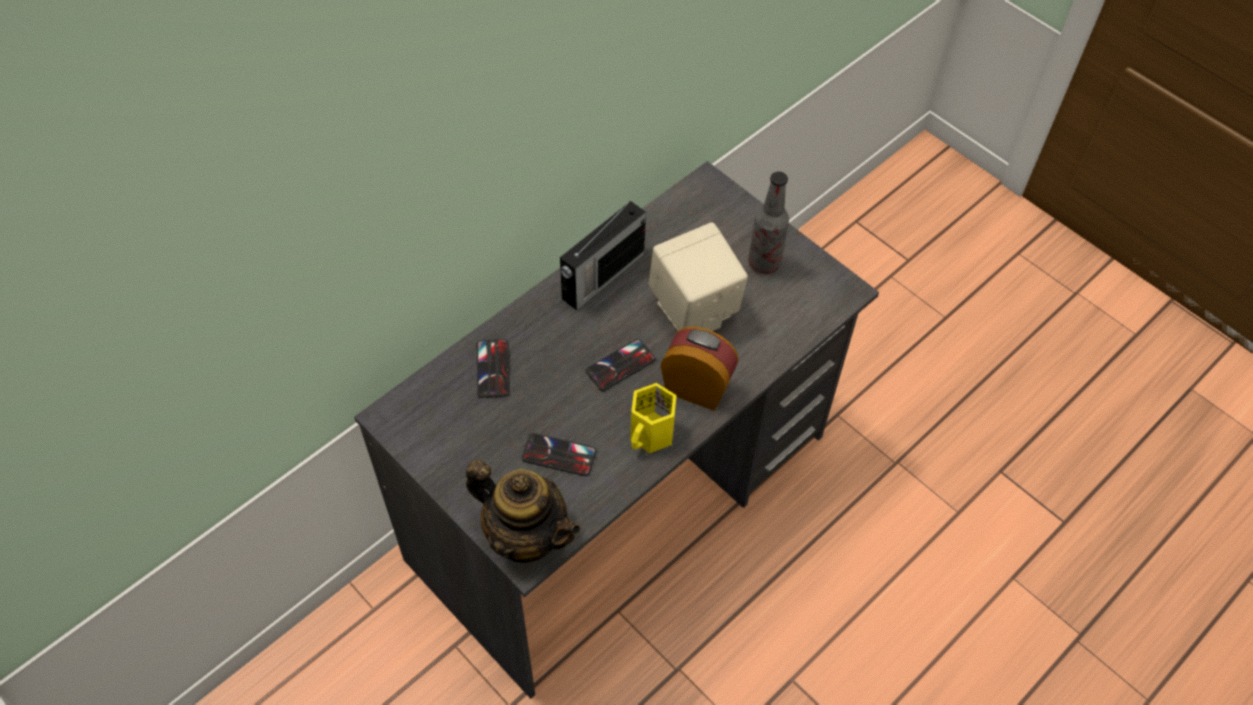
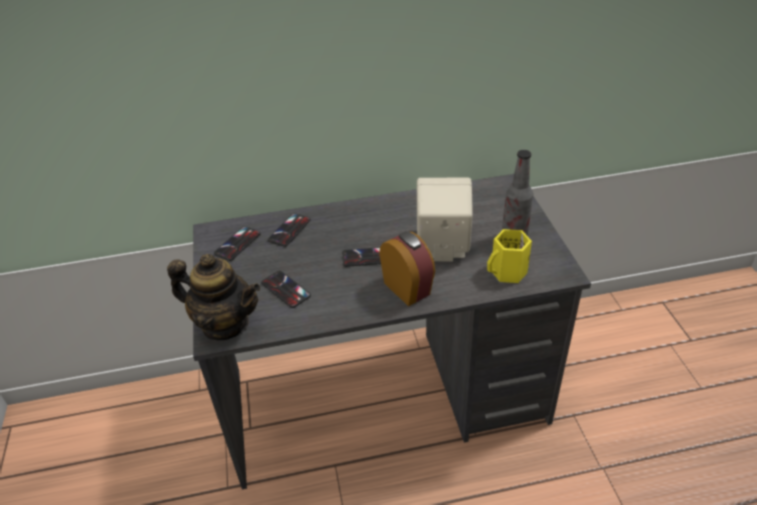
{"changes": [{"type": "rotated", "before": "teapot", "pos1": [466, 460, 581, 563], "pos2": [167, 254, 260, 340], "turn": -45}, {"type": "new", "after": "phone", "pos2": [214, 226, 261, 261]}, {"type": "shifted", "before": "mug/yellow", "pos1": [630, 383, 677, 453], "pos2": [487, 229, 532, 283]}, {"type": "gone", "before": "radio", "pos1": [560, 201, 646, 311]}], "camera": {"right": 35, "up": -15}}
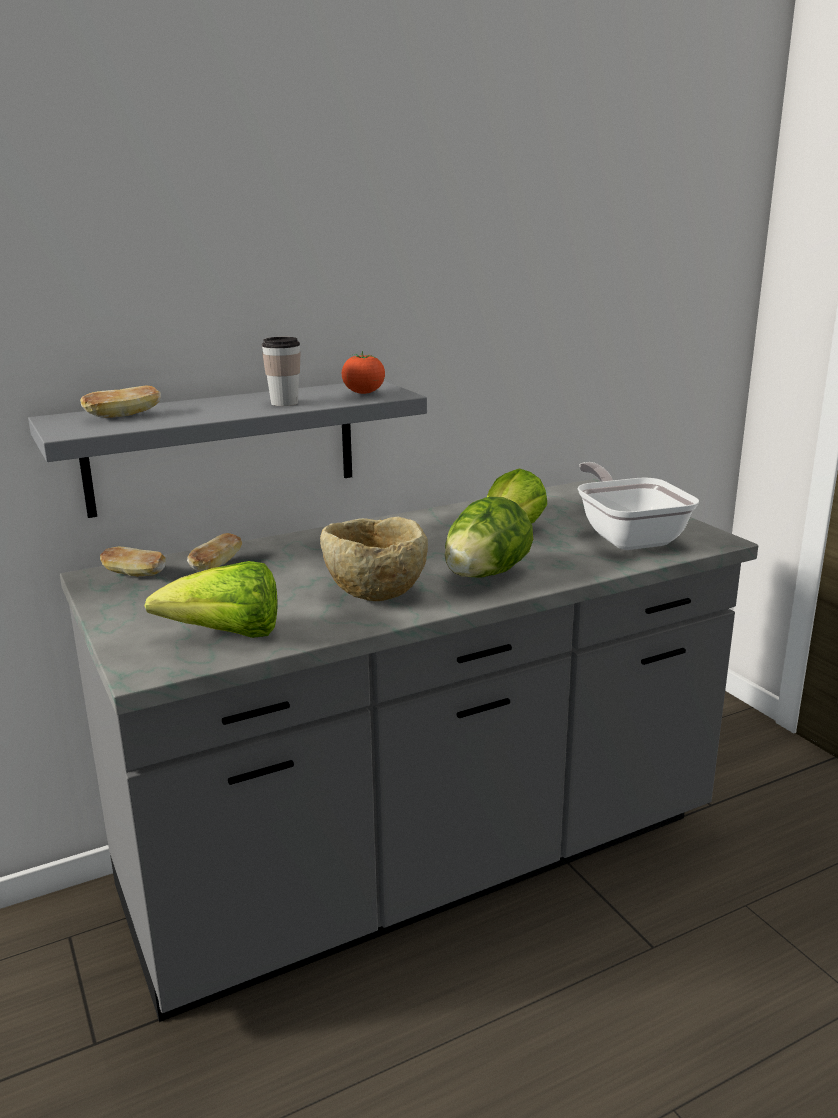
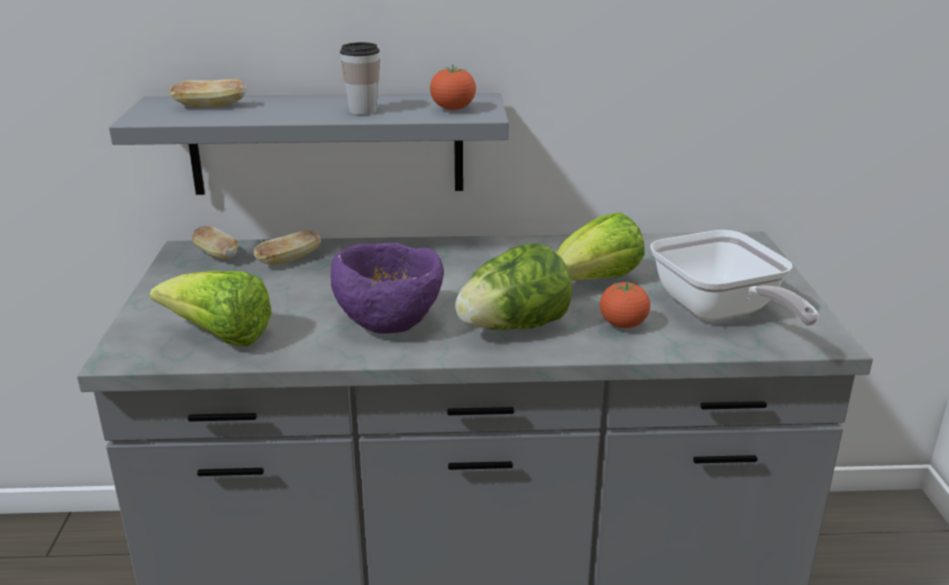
{"changes": [{"type": "repainted", "before": "bowl/beige", "after": "bowl/purple", "pos1": [320, 516, 428, 601], "pos2": [331, 243, 444, 334]}, {"type": "new", "after": "tomato", "pos2": [600, 281, 650, 328]}, {"type": "rotated", "before": "frying pan", "pos1": [577, 462, 699, 550], "pos2": [650, 230, 819, 326], "turn": 150}], "camera": {"right": 25, "up": 5}}
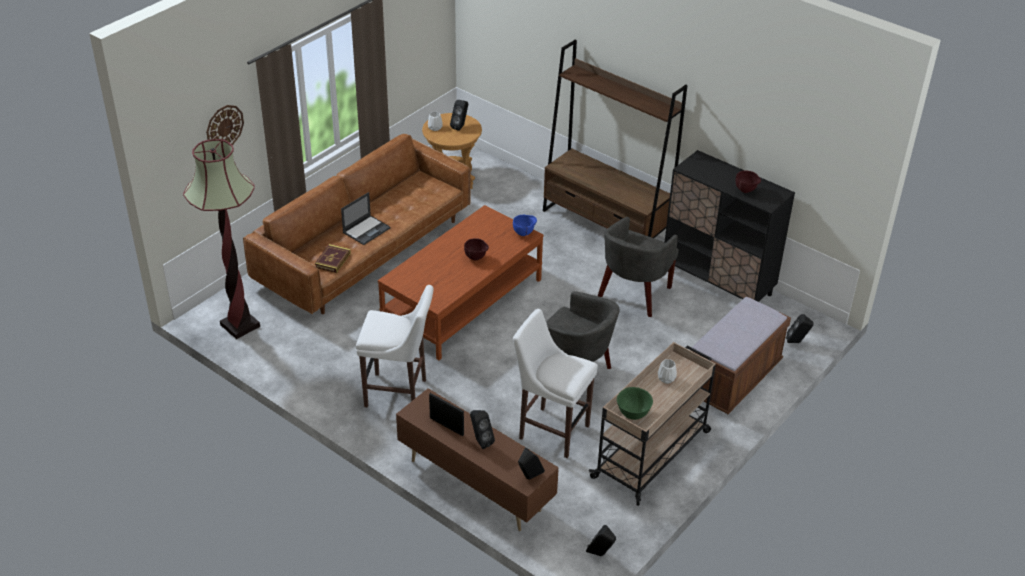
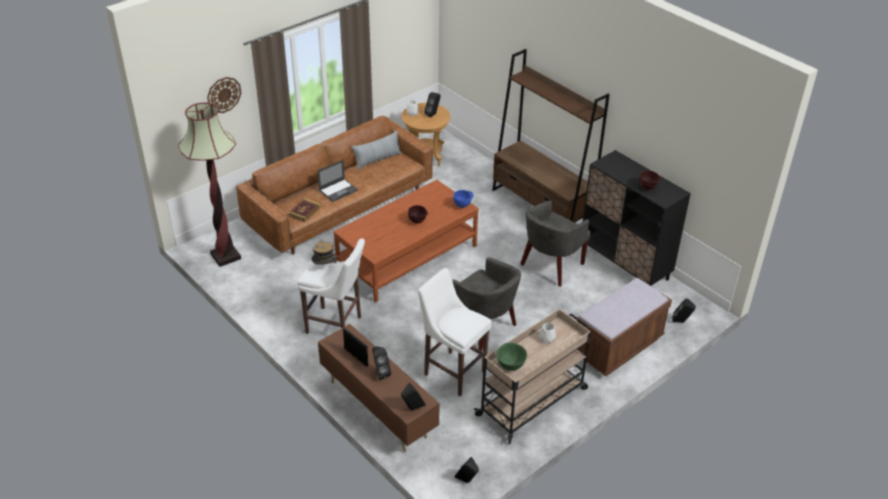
{"changes": [{"type": "new", "after": "hat", "pos2": [312, 240, 338, 265]}, {"type": "new", "after": "pillow", "pos2": [352, 131, 402, 170]}], "camera": {"right": 10, "up": 0}}
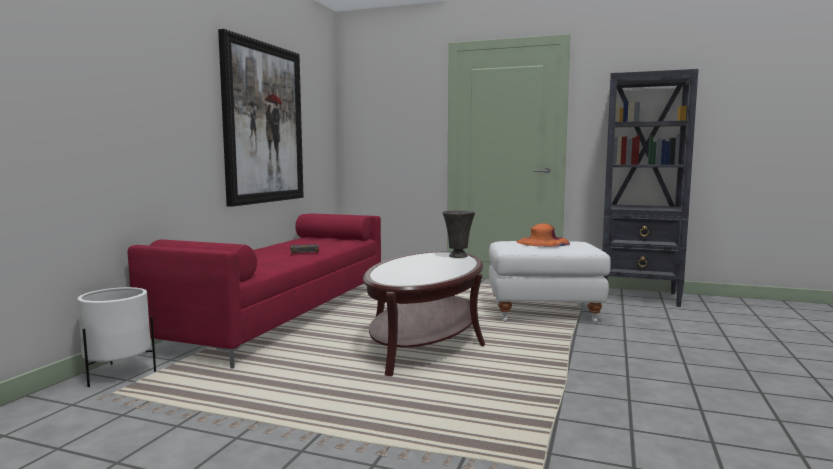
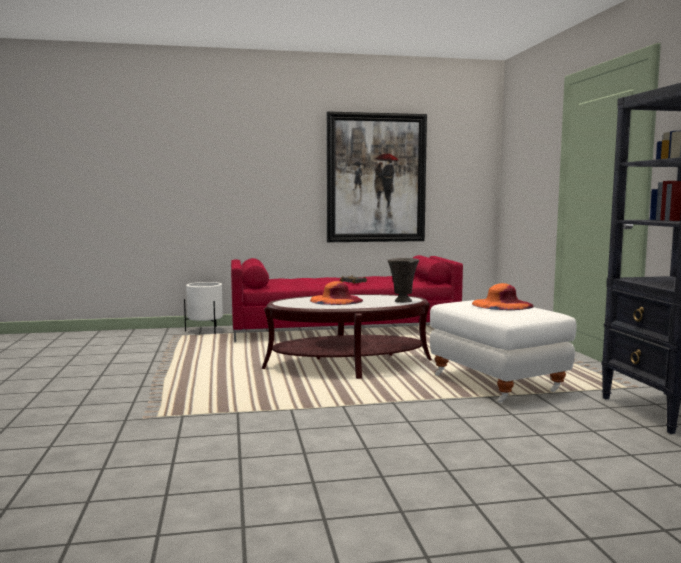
{"changes": [{"type": "new", "after": "hat/orange", "pos2": [310, 281, 363, 305]}], "camera": {"right": 60, "up": 0}}
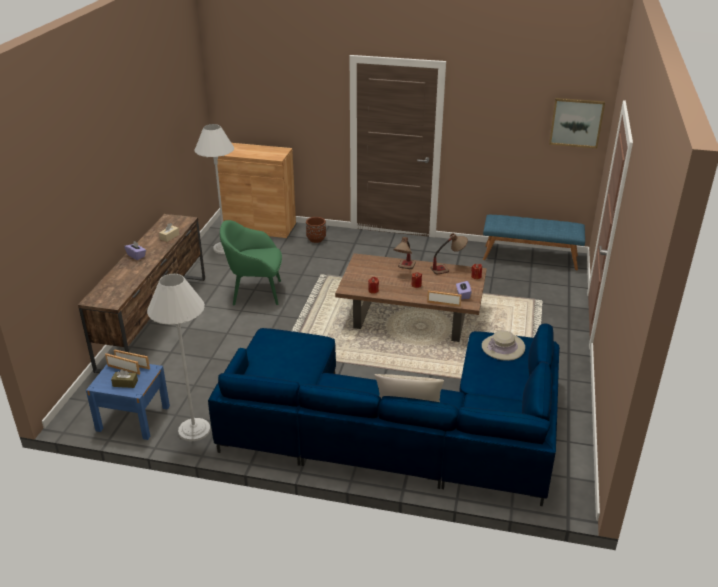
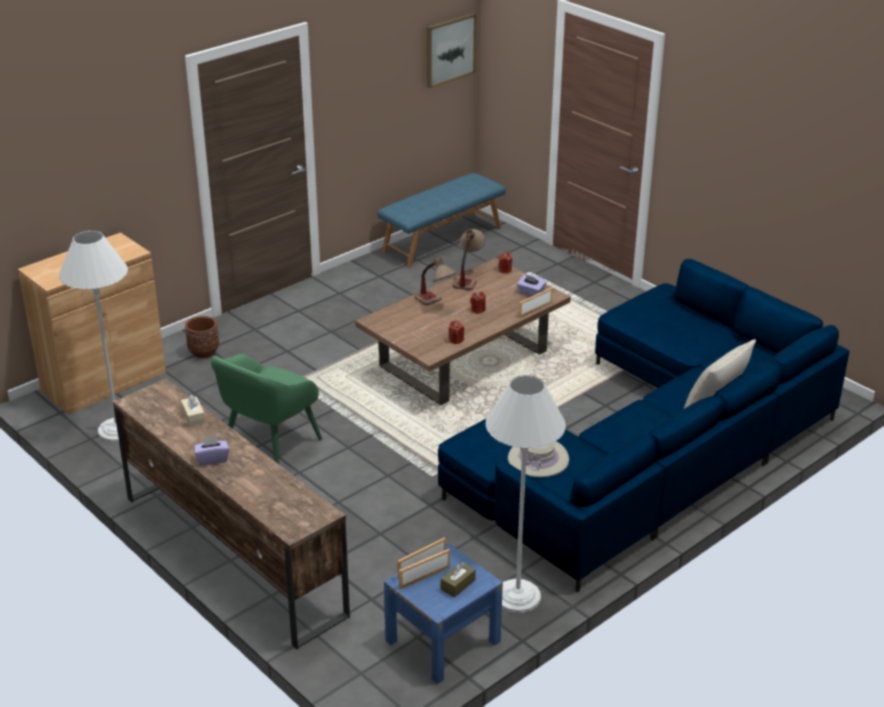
{"changes": [{"type": "shifted", "before": "hat/beige", "pos1": [482, 330, 525, 361], "pos2": [508, 441, 569, 477]}], "camera": {"right": -55, "up": 0}}
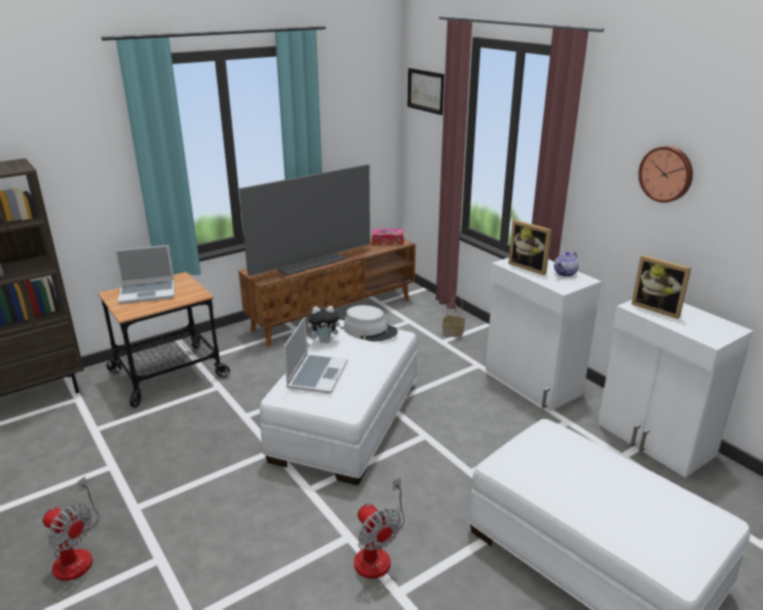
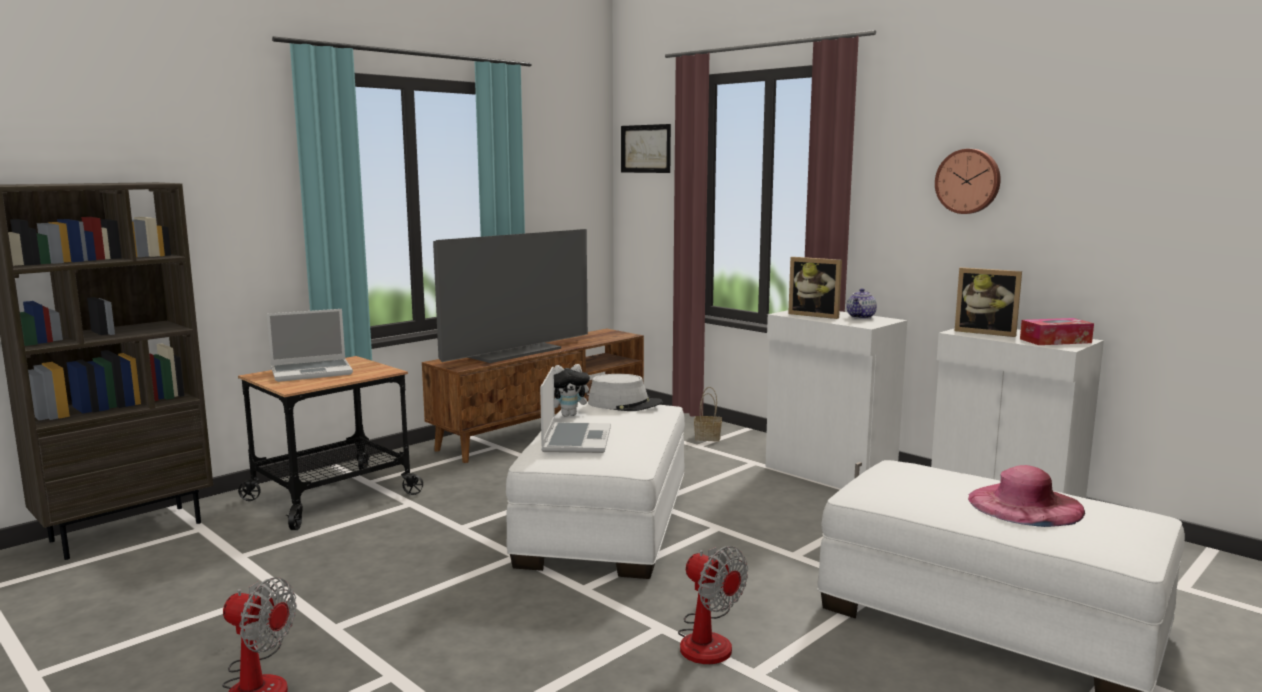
{"changes": [{"type": "new", "after": "hat/pink", "pos2": [968, 465, 1085, 527]}, {"type": "shifted", "before": "tissue box", "pos1": [372, 229, 403, 245], "pos2": [1020, 318, 1094, 345]}], "camera": {"right": -10, "up": -15}}
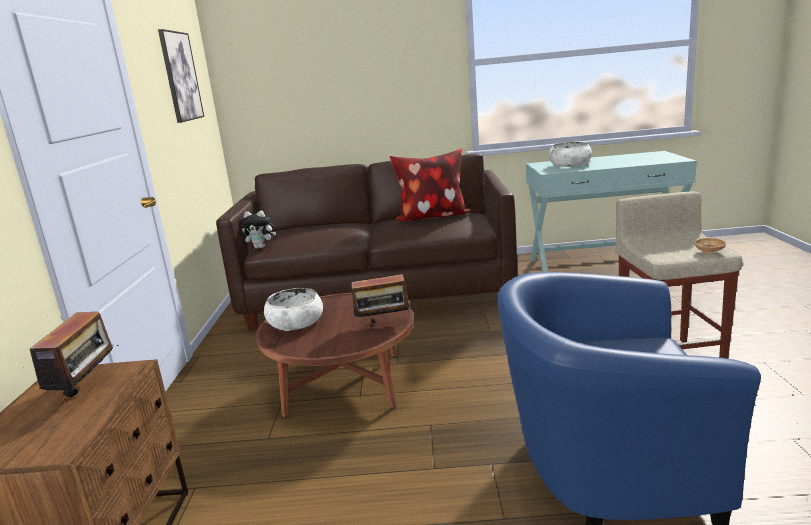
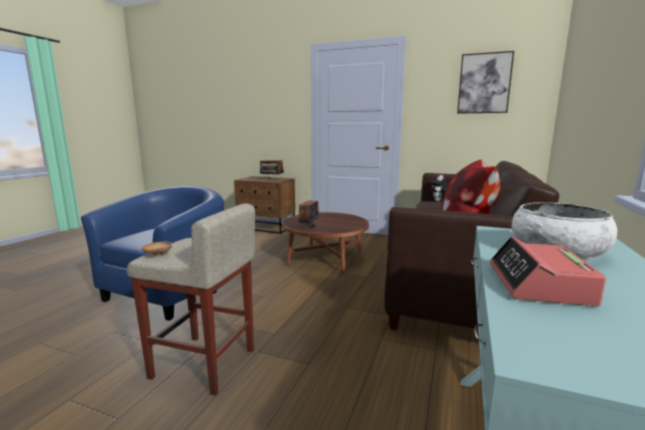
{"changes": [{"type": "new", "after": "alarm clock", "pos2": [490, 237, 606, 306]}, {"type": "gone", "before": "bowl/white", "pos1": [264, 288, 323, 331]}], "camera": {"right": 110, "up": -5}}
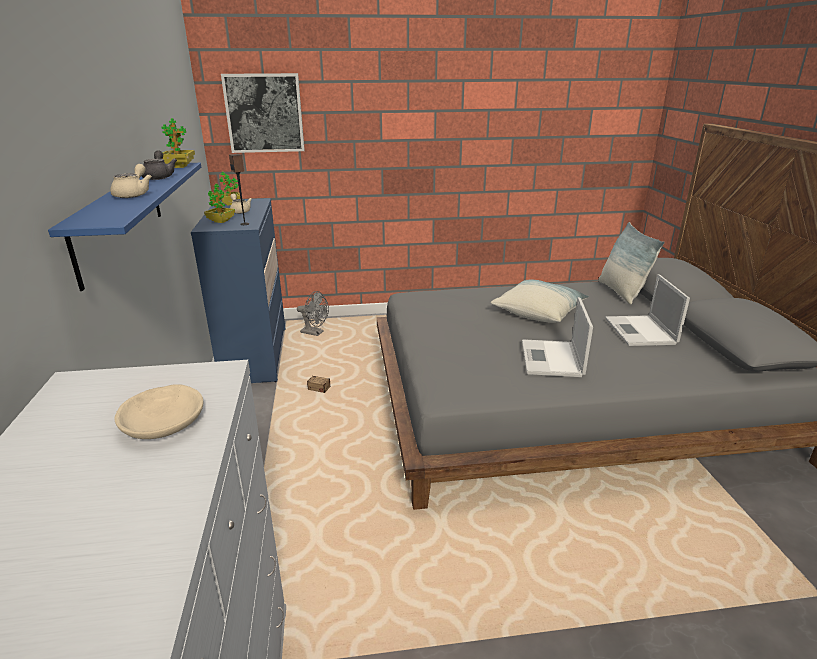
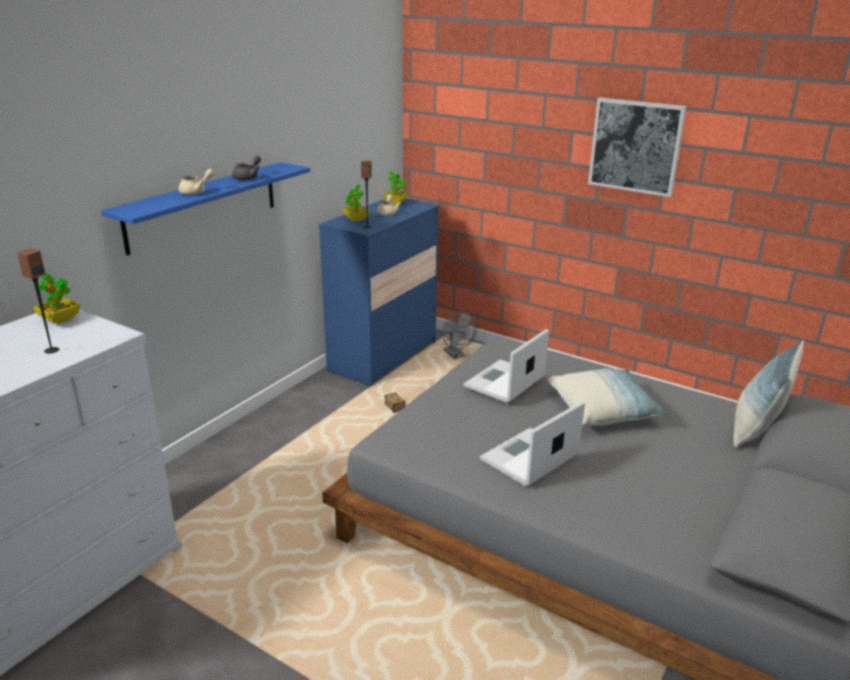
{"changes": [{"type": "swapped", "before": "bowl/beige", "after": "speaker", "pos1": [115, 384, 203, 439], "pos2": [17, 248, 59, 354]}, {"type": "shifted", "before": "potted plant", "pos1": [162, 118, 195, 168], "pos2": [33, 273, 80, 324]}, {"type": "shifted", "before": "laptop", "pos1": [605, 274, 690, 346], "pos2": [463, 329, 549, 403]}, {"type": "shifted", "before": "picture", "pos1": [221, 73, 305, 153], "pos2": [588, 98, 687, 197]}], "camera": {"right": 40, "up": 0}}
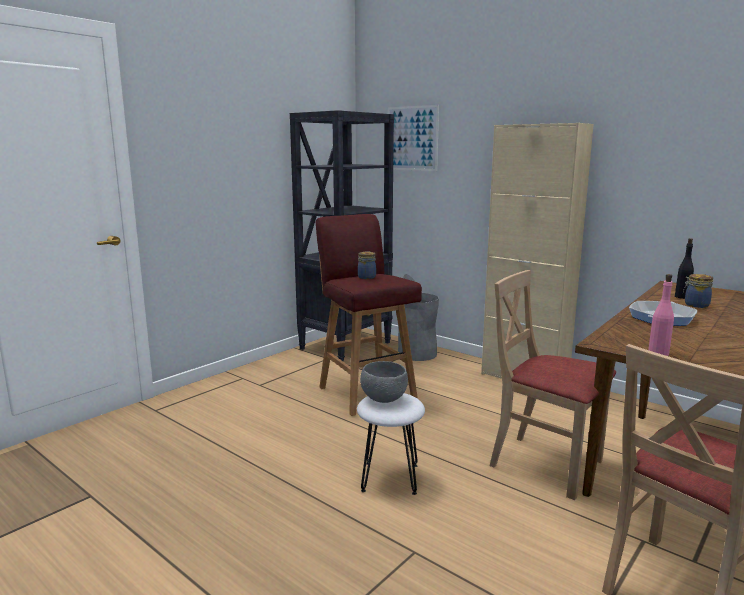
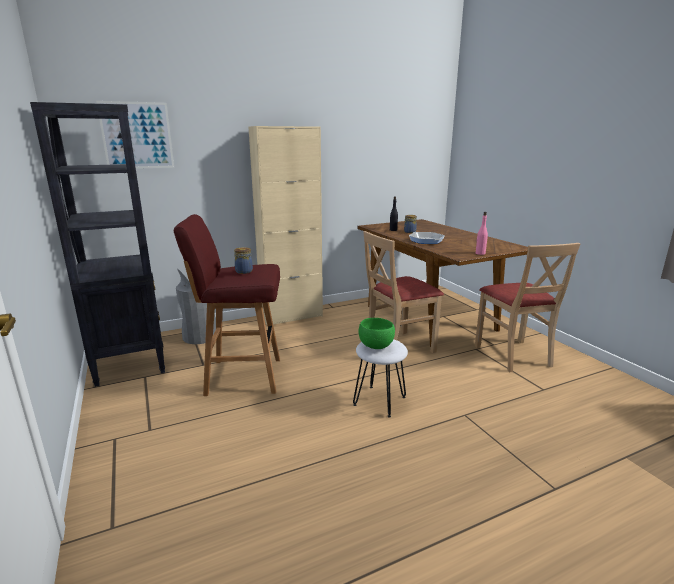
{"changes": [{"type": "repainted", "before": "bowl/grey", "after": "bowl/green", "pos1": [360, 361, 408, 403], "pos2": [359, 318, 395, 349]}], "camera": {"right": -65, "up": 5}}
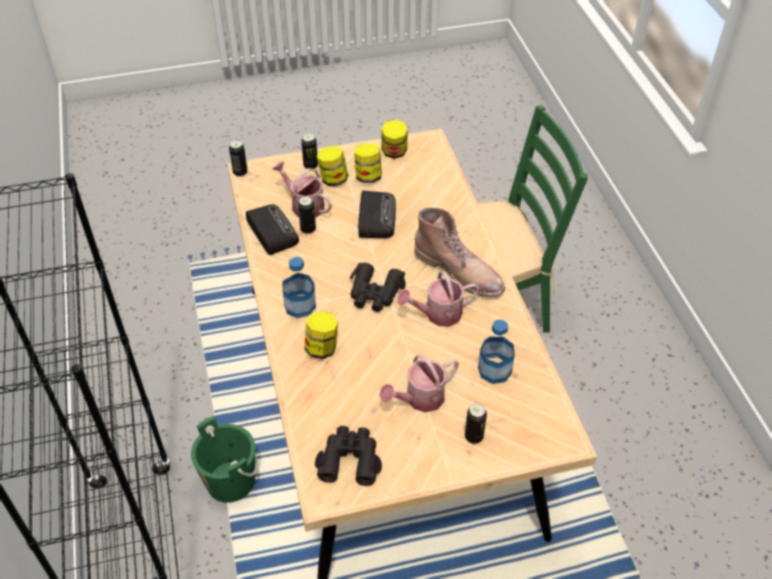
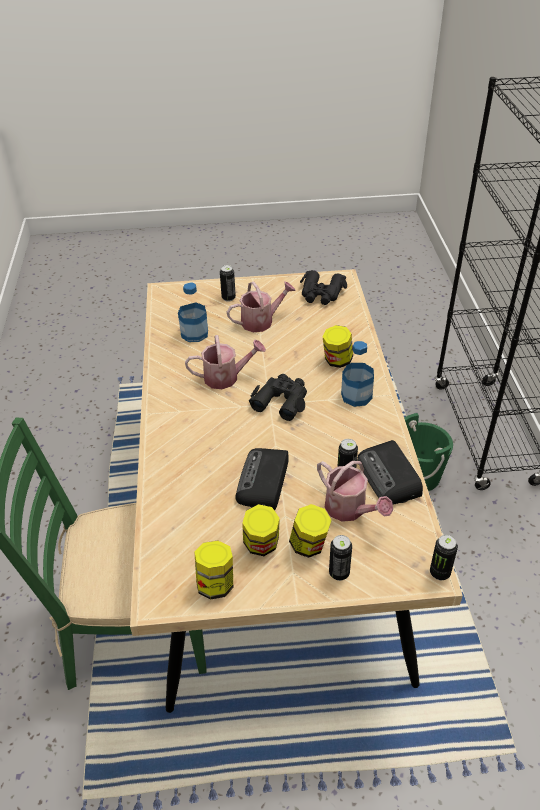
{"changes": [{"type": "gone", "before": "boot/brown", "pos1": [414, 208, 505, 297]}], "camera": {"right": -170, "up": -5}}
